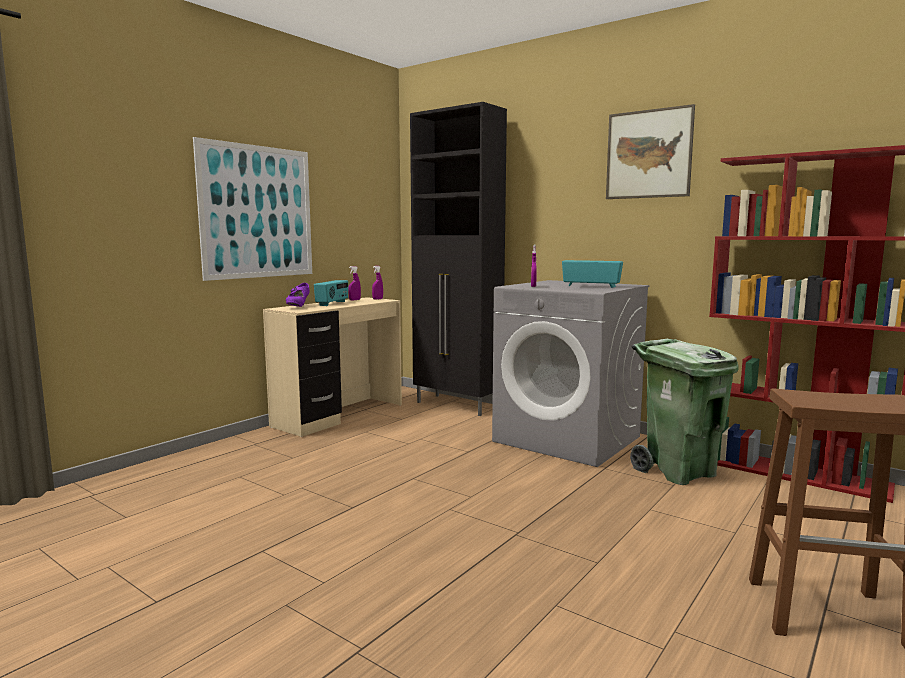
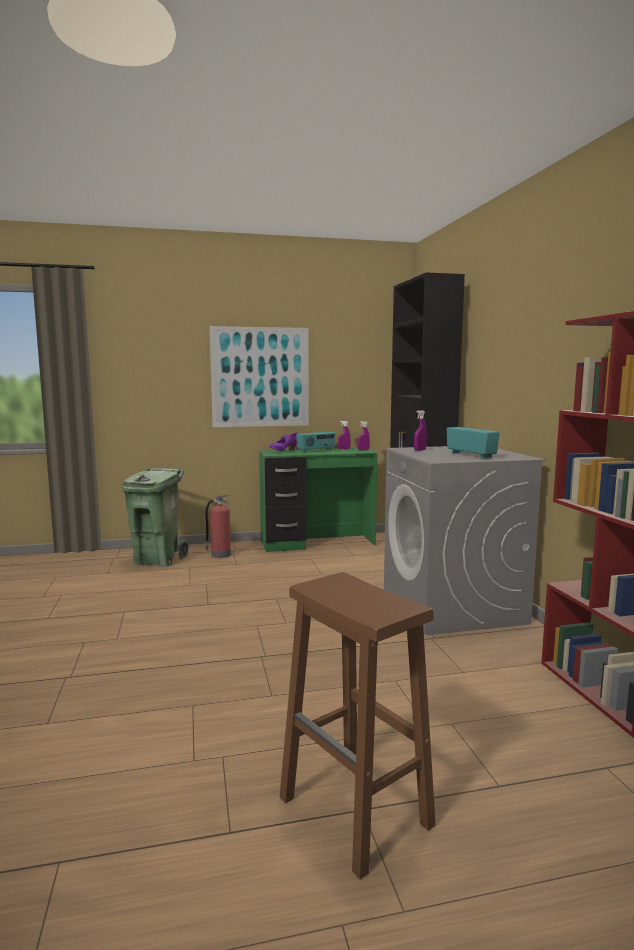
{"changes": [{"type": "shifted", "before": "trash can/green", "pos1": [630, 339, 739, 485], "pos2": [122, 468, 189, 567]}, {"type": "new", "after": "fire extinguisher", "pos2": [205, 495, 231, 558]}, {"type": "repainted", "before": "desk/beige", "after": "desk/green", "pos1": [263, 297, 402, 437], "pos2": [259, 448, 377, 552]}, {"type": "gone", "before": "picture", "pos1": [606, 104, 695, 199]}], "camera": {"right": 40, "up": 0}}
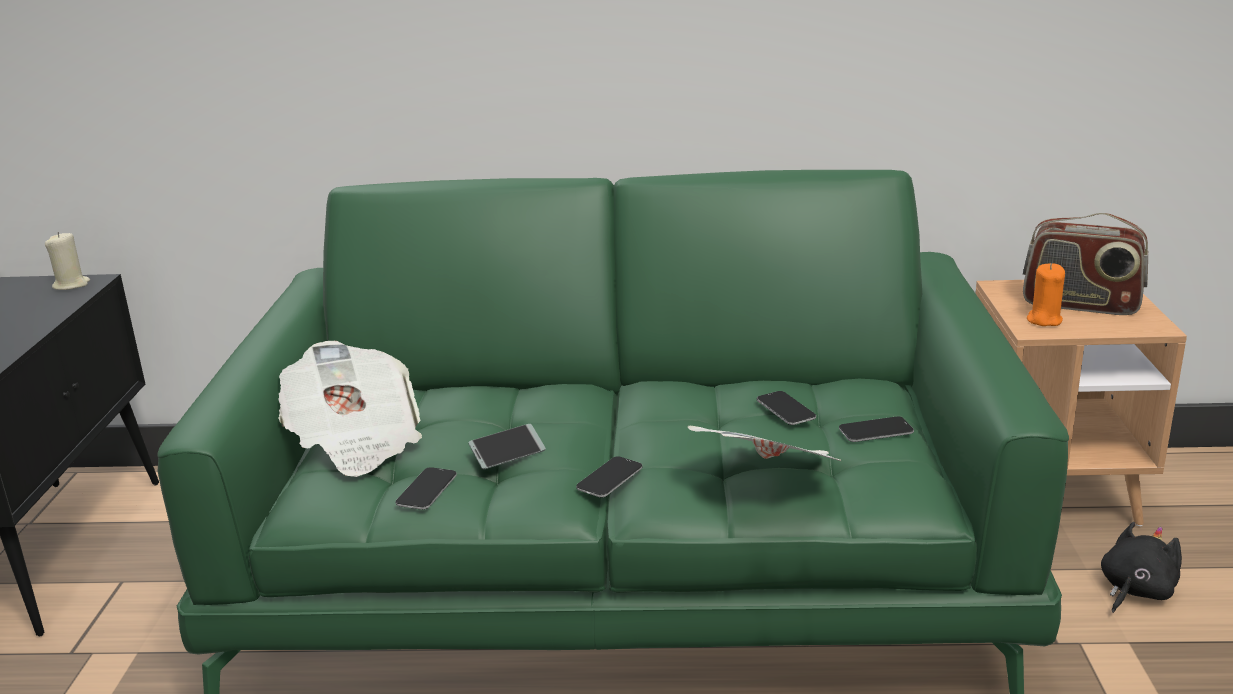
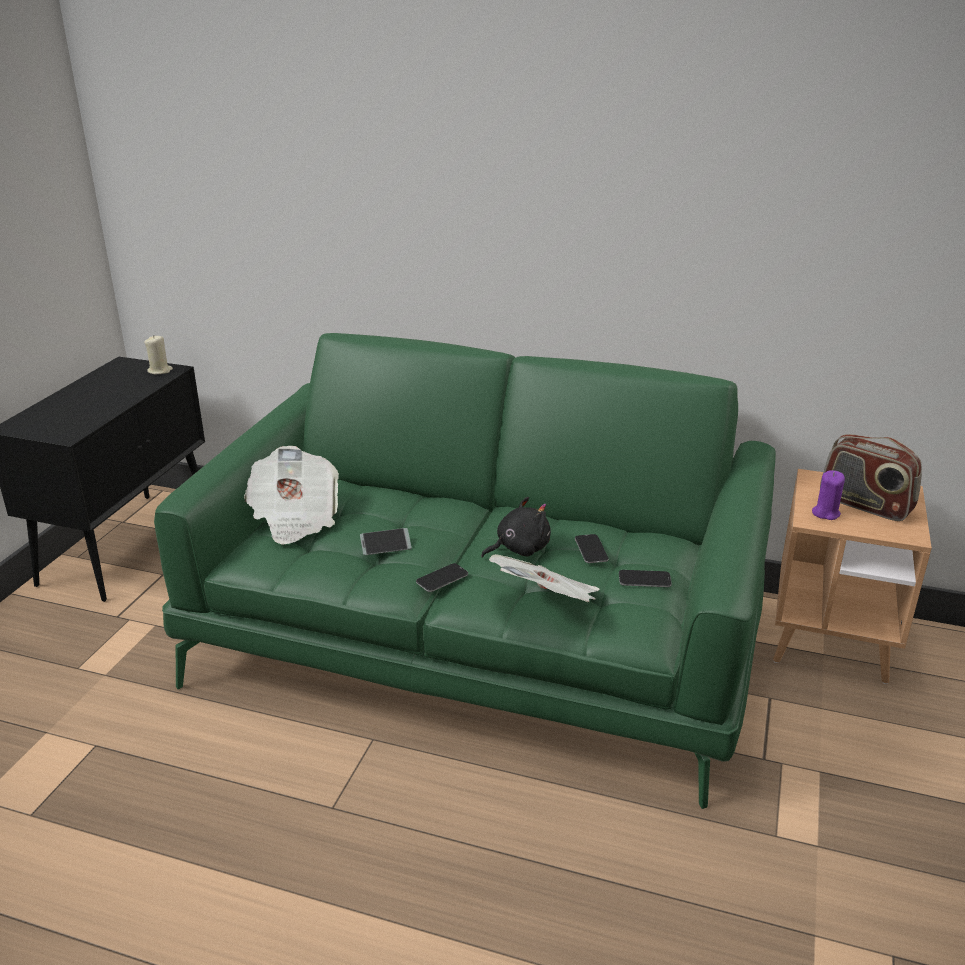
{"changes": [{"type": "shifted", "before": "plush toy/black", "pos1": [1101, 522, 1182, 613], "pos2": [481, 497, 551, 558]}, {"type": "repainted", "before": "candle/orange", "after": "candle/purple", "pos1": [1027, 263, 1065, 326], "pos2": [812, 471, 845, 520]}, {"type": "gone", "before": "phone", "pos1": [395, 467, 457, 510]}], "camera": {"right": 15, "up": 5}}
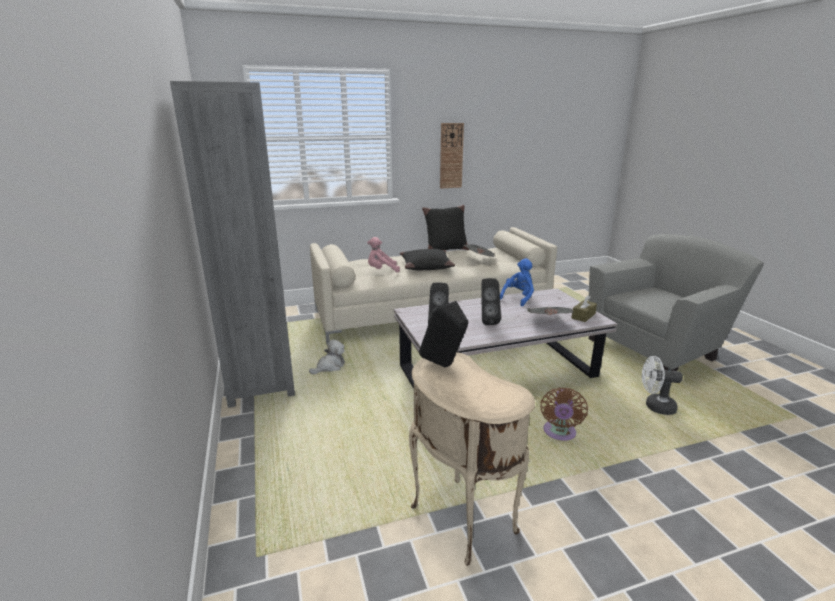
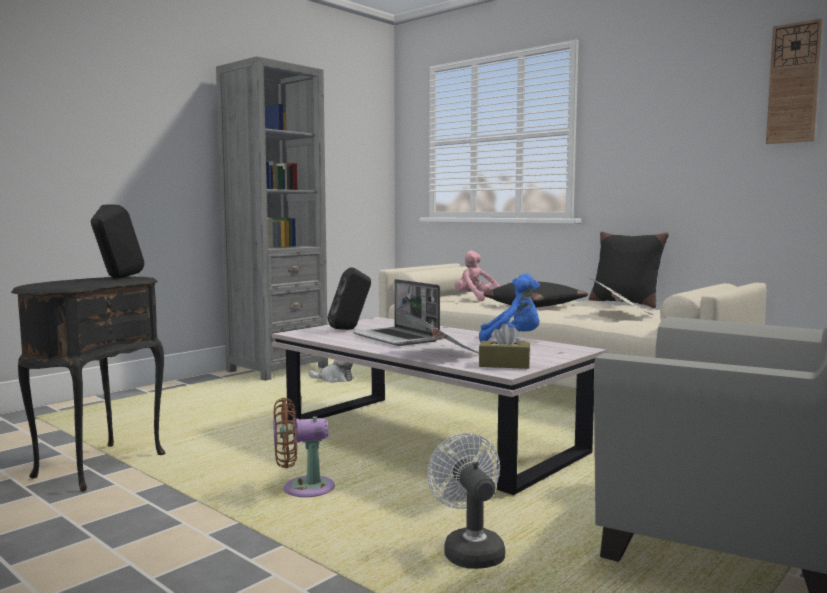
{"changes": [{"type": "repainted", "before": "side table/beige", "after": "side table/black", "pos1": [409, 352, 535, 566], "pos2": [11, 277, 165, 492]}, {"type": "swapped", "before": "speaker/black", "after": "laptop", "pos1": [481, 278, 501, 325], "pos2": [353, 279, 440, 346]}, {"type": "shifted", "before": "wall clock", "pos1": [440, 123, 464, 188], "pos2": [766, 18, 823, 144]}], "camera": {"right": 60, "up": -15}}
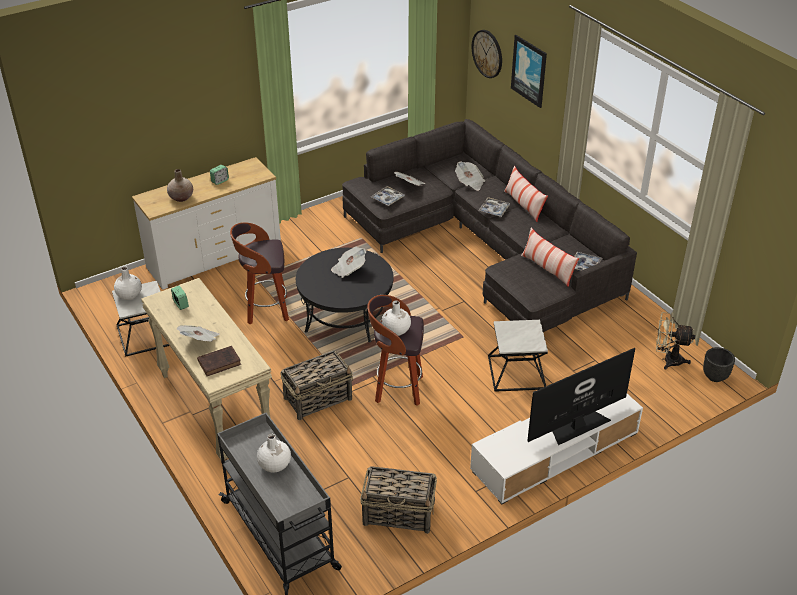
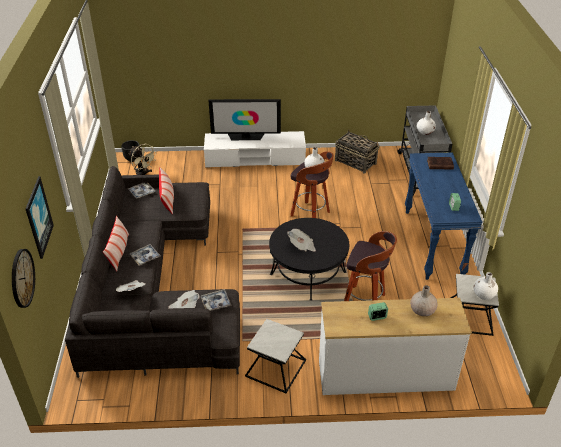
{"changes": [{"type": "shifted", "before": "side table", "pos1": [488, 320, 548, 392], "pos2": [245, 319, 306, 393]}, {"type": "repainted", "before": "console table/beige", "after": "console table/blue", "pos1": [141, 278, 272, 463], "pos2": [405, 152, 482, 280]}, {"type": "gone", "before": "newspaper", "pos1": [177, 325, 220, 342]}, {"type": "gone", "before": "basket", "pos1": [281, 350, 353, 420]}], "camera": {"right": -150, "up": 0}}
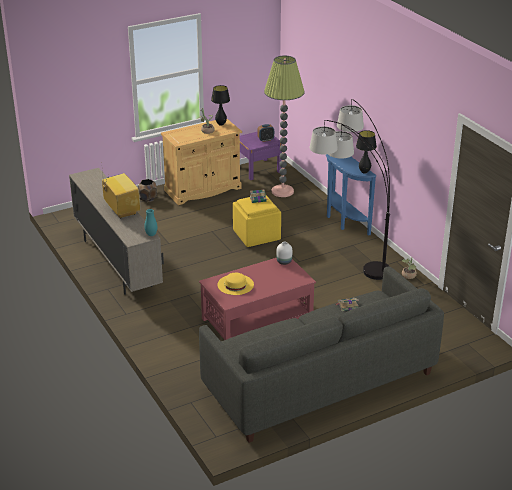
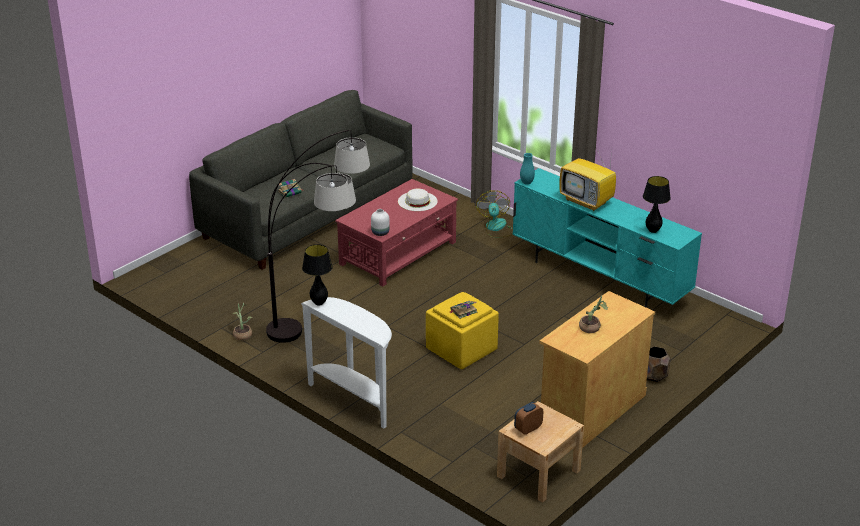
{"changes": [{"type": "repainted", "before": "console table/blue", "after": "console table/white", "pos1": [326, 154, 377, 236], "pos2": [301, 297, 392, 429]}, {"type": "repainted", "before": "hat/yellow", "after": "hat/white", "pos1": [217, 273, 254, 295], "pos2": [398, 189, 438, 211]}, {"type": "new", "after": "fan", "pos2": [476, 190, 513, 238]}, {"type": "repainted", "before": "nightstand/purple", "after": "nightstand/beige", "pos1": [240, 132, 282, 180], "pos2": [497, 401, 584, 503]}, {"type": "repainted", "before": "tv stand/beige", "after": "tv stand/turquoise", "pos1": [69, 168, 164, 295], "pos2": [512, 168, 702, 308]}, {"type": "shifted", "before": "table lamp/black", "pos1": [211, 85, 230, 126], "pos2": [643, 176, 671, 233]}, {"type": "gone", "before": "floor lamp", "pos1": [264, 56, 305, 197]}], "camera": {"right": 160, "up": 0}}
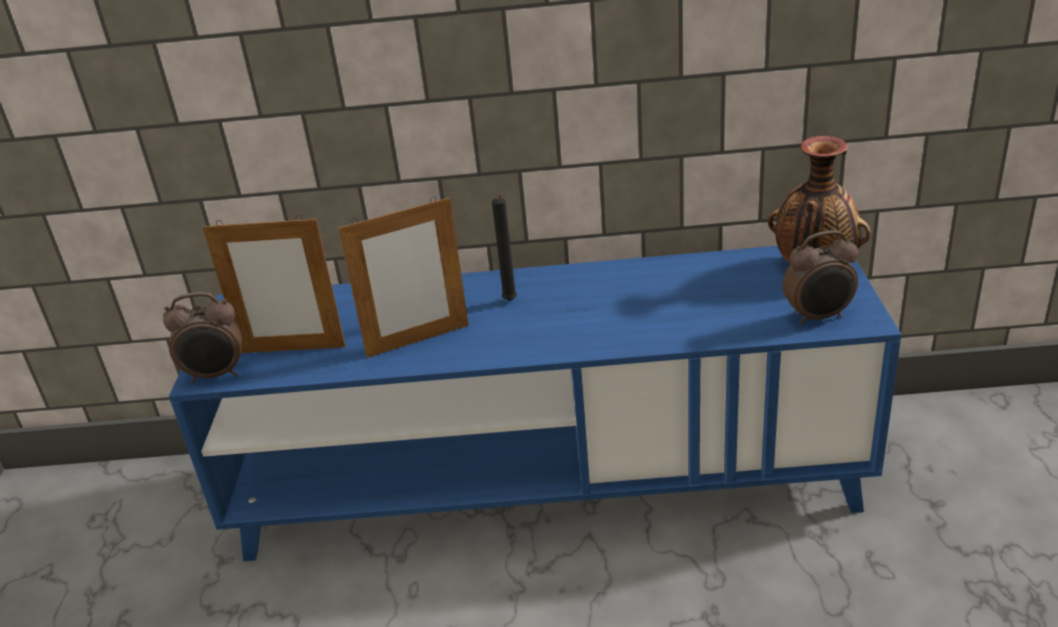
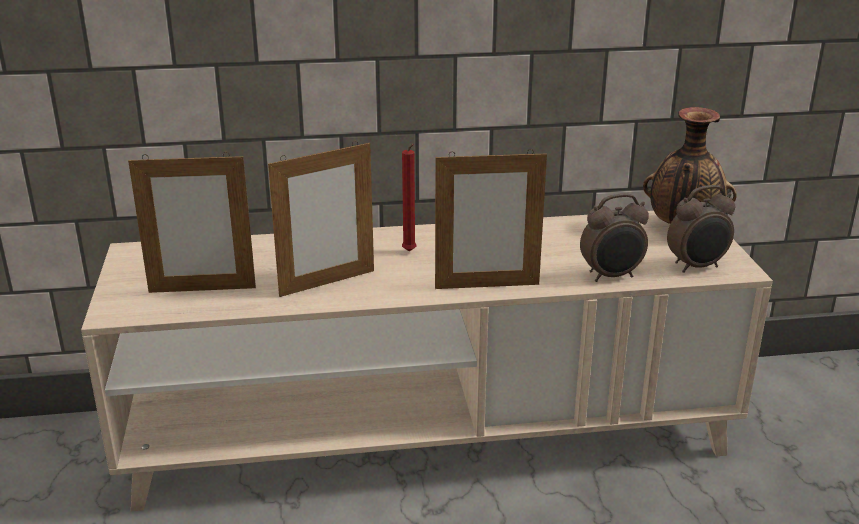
{"changes": [{"type": "repainted", "before": "tv stand/blue", "after": "tv stand/beige", "pos1": [169, 246, 901, 561], "pos2": [81, 211, 773, 512]}, {"type": "repainted", "before": "candle/black", "after": "candle/red", "pos1": [492, 193, 517, 301], "pos2": [402, 144, 416, 251]}, {"type": "new", "after": "picture frame", "pos2": [435, 149, 547, 289]}, {"type": "shifted", "before": "alarm clock", "pos1": [163, 292, 243, 383], "pos2": [580, 193, 649, 282]}], "camera": {"right": -10, "up": -5}}
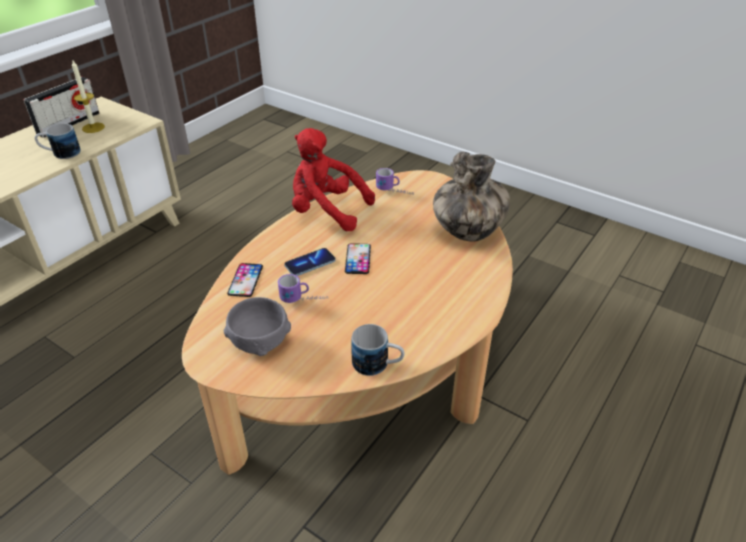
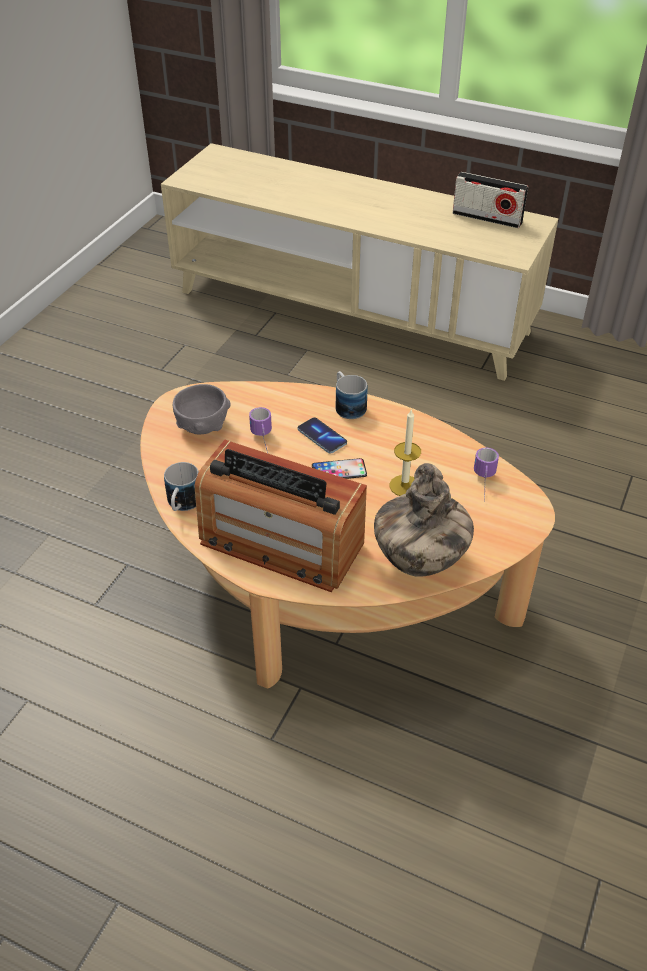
{"changes": [{"type": "new", "after": "radio", "pos2": [194, 440, 367, 592]}, {"type": "shifted", "before": "mug", "pos1": [35, 124, 81, 159], "pos2": [336, 371, 368, 419]}, {"type": "shifted", "before": "candle", "pos1": [72, 59, 105, 133], "pos2": [390, 409, 421, 496]}, {"type": "gone", "before": "phone", "pos1": [227, 263, 263, 297]}, {"type": "gone", "before": "plush toy/red", "pos1": [292, 128, 375, 231]}], "camera": {"right": 80, "up": 5}}
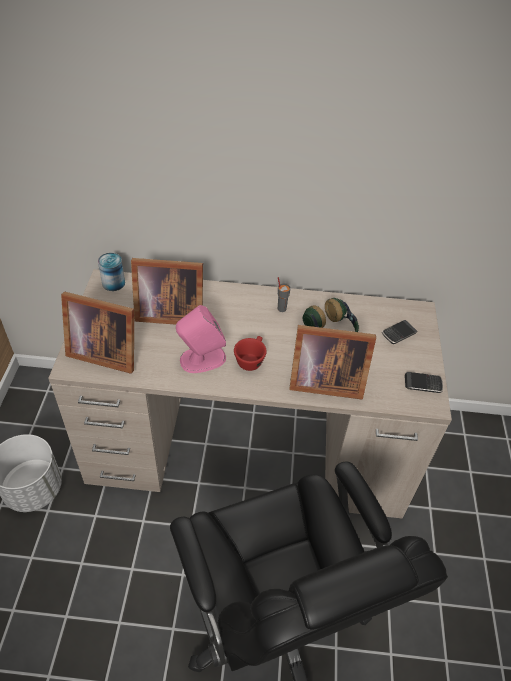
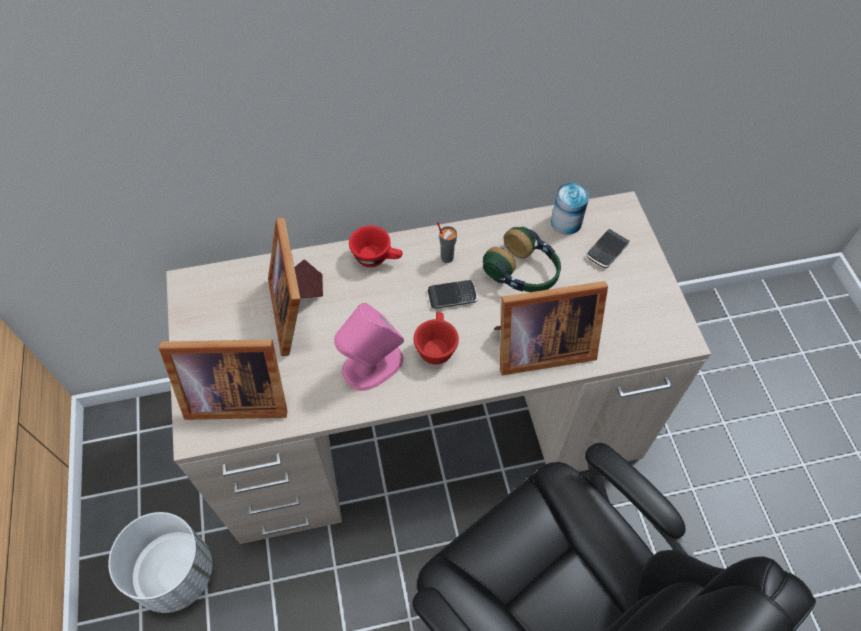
{"changes": [{"type": "rotated", "before": "picture frame", "pos1": [131, 258, 203, 325], "pos2": [268, 218, 323, 356], "turn": 90}, {"type": "new", "after": "cup/red", "pos2": [349, 225, 403, 267]}, {"type": "shifted", "before": "phone", "pos1": [405, 372, 443, 393], "pos2": [428, 280, 478, 309]}, {"type": "shifted", "before": "can", "pos1": [98, 253, 125, 291], "pos2": [551, 183, 589, 235]}], "camera": {"right": -15, "up": 10}}
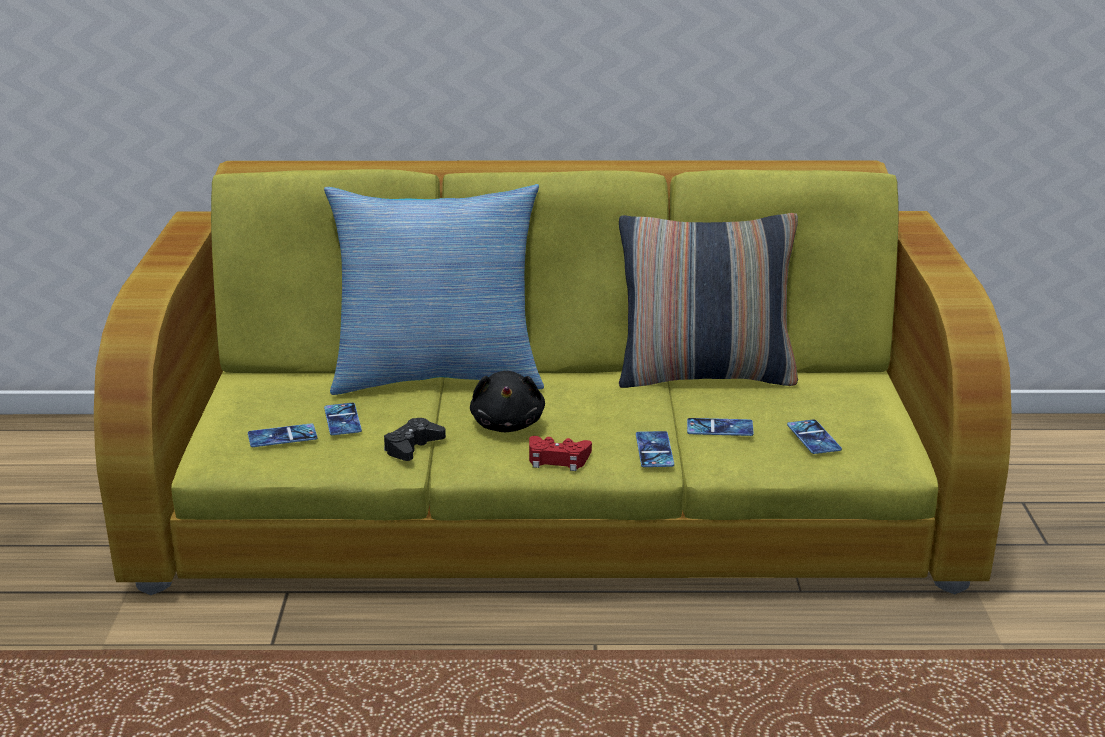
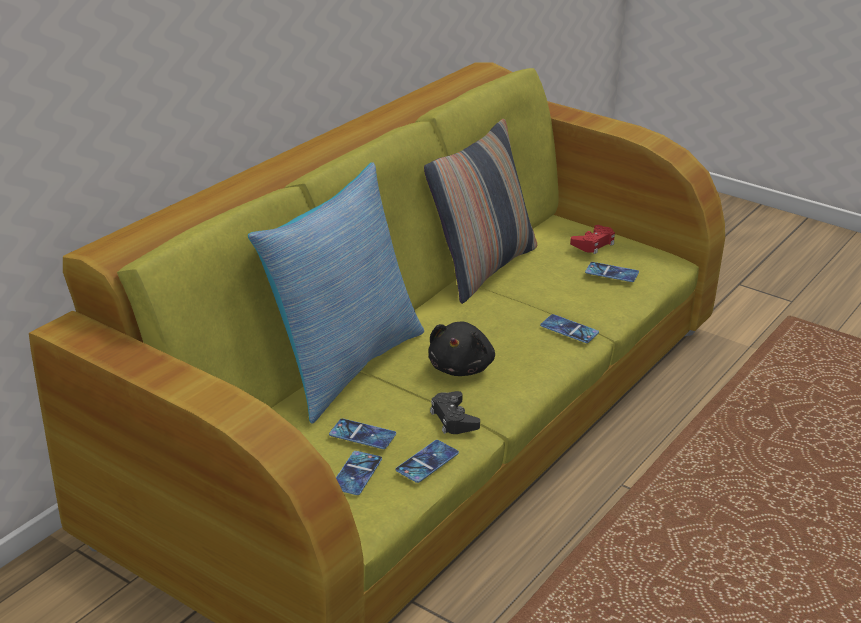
{"changes": [{"type": "shifted", "before": "phone", "pos1": [687, 418, 754, 436], "pos2": [396, 440, 459, 483]}, {"type": "rotated", "before": "plush toy/black", "pos1": [470, 371, 545, 432], "pos2": [429, 322, 495, 376], "turn": 75}, {"type": "shifted", "before": "game controller/red", "pos1": [529, 436, 592, 471], "pos2": [570, 225, 615, 254]}], "camera": {"right": -55, "up": 5}}
